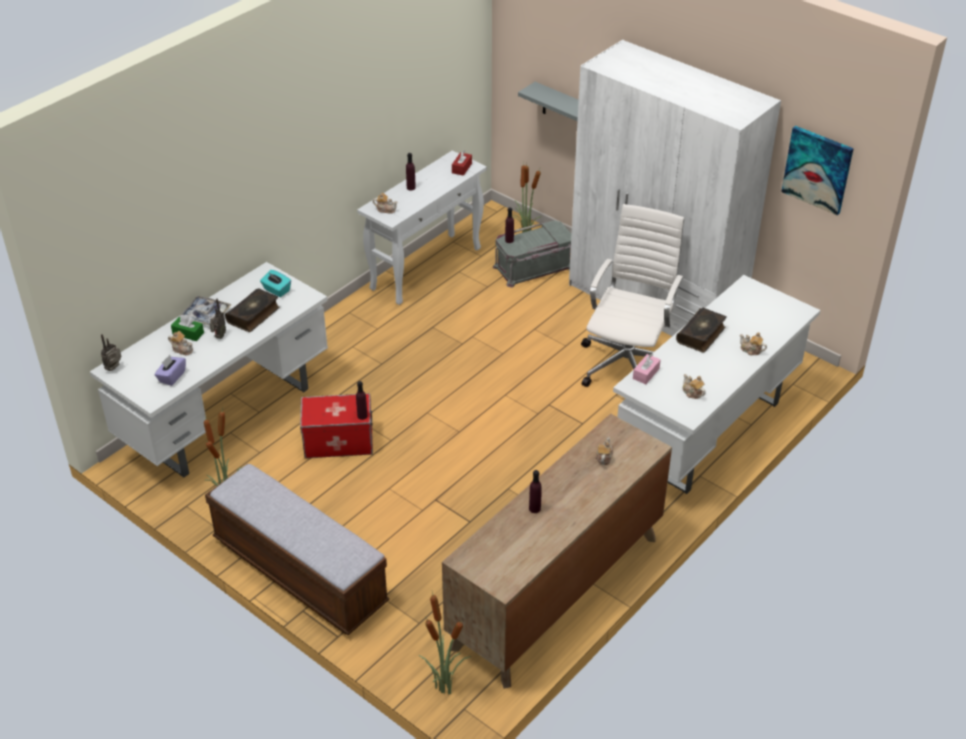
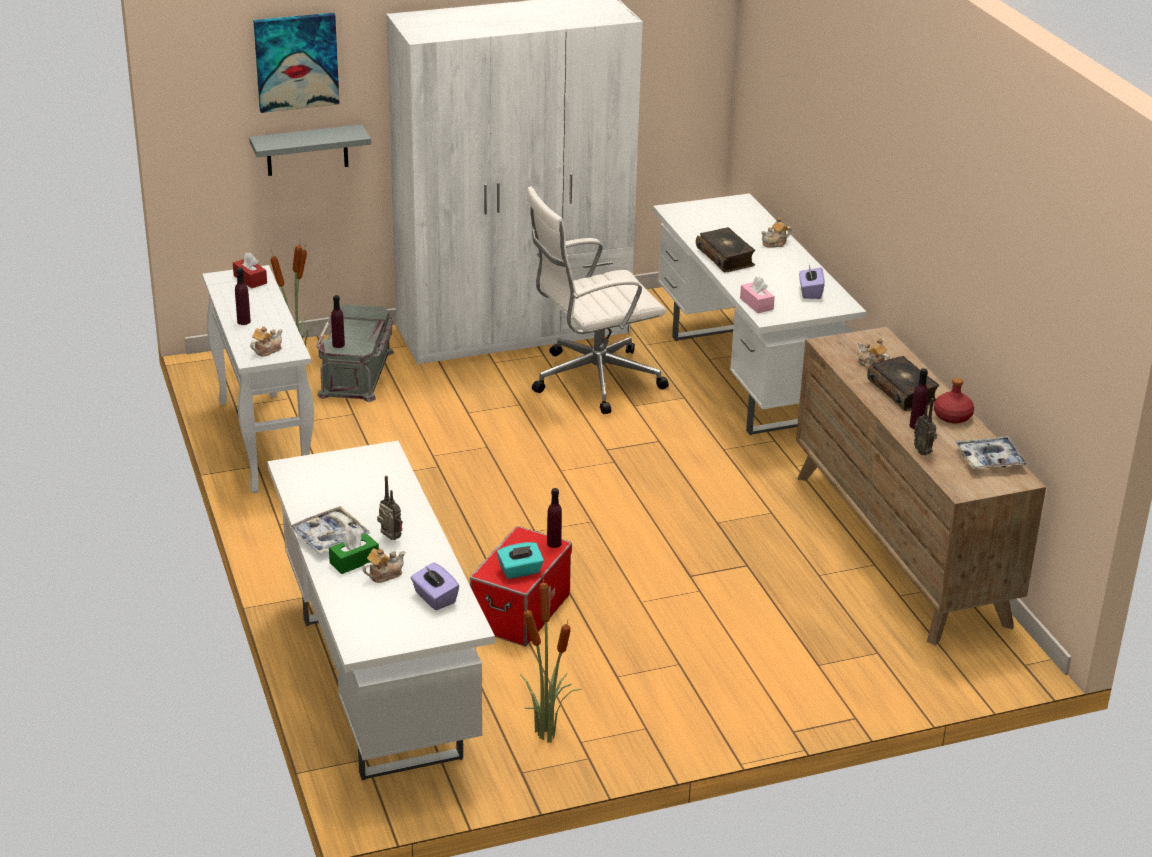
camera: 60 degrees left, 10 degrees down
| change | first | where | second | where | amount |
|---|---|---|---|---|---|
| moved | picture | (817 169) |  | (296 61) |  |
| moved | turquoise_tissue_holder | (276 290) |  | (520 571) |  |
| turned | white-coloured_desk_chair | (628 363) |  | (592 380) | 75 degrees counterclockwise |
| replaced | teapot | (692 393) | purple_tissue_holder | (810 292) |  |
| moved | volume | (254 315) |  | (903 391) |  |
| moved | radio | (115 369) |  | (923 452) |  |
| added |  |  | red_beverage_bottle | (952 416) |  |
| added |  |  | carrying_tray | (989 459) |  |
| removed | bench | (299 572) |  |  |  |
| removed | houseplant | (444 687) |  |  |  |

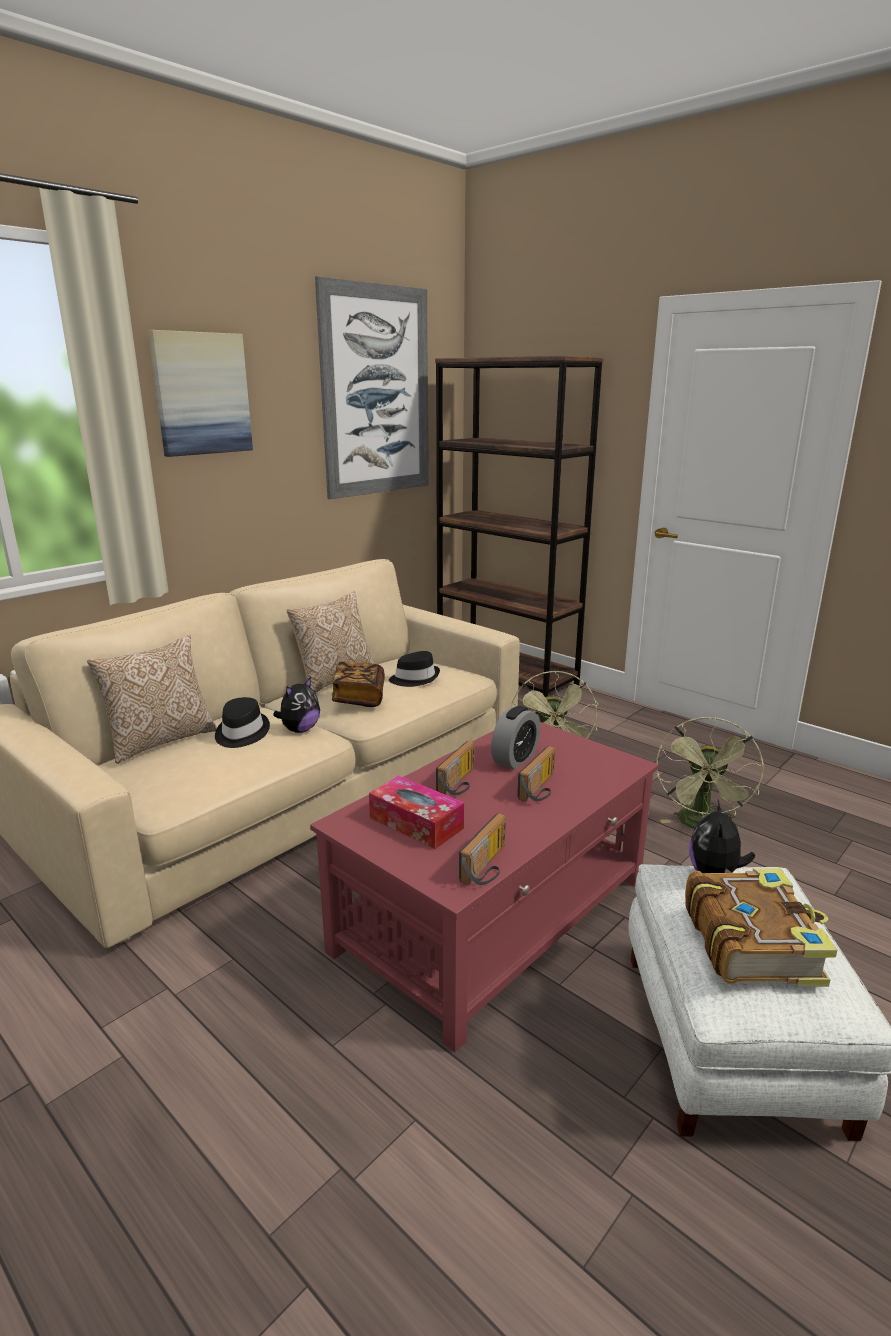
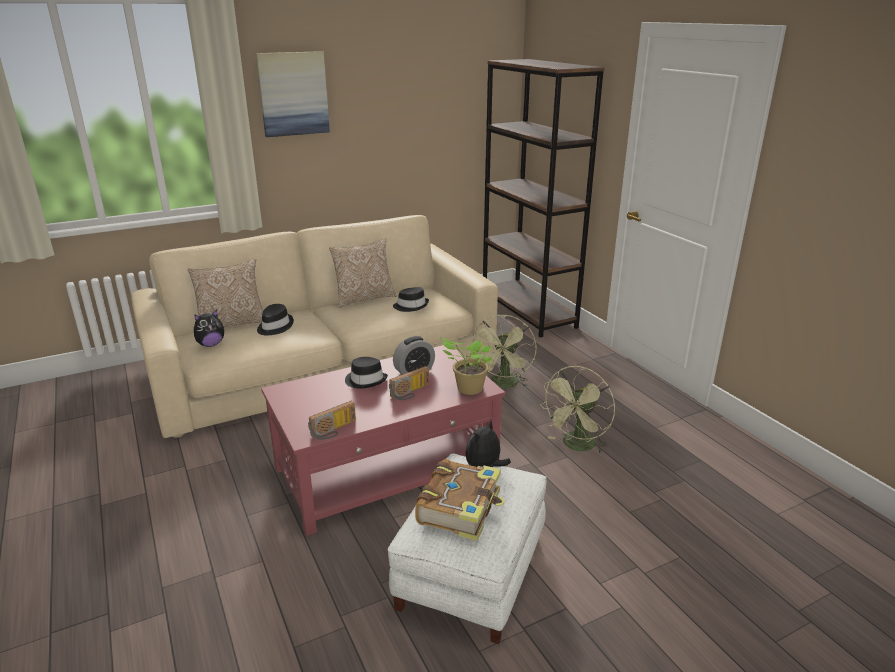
camera: 20 degrees right, 5 degrees up
| change | first | where | second | where | amount |
|---|---|---|---|---|---|
| moved | cuddly_toy | (299 730) |  | (211 344) |  |
| replaced | radio | (460 783) | black_clothing_hat | (366 380) |  |
| added |  |  | houseplant | (468 389) |  |
| removed | picture | (376 392) |  |  |  |
| removed | volume | (359 697) |  |  |  |
| removed | tissue_holder | (416 823) |  |  |  |

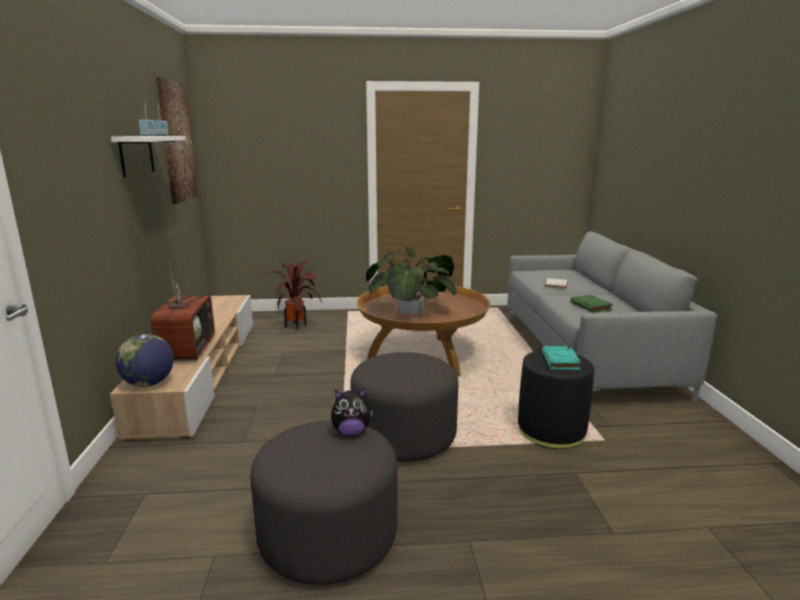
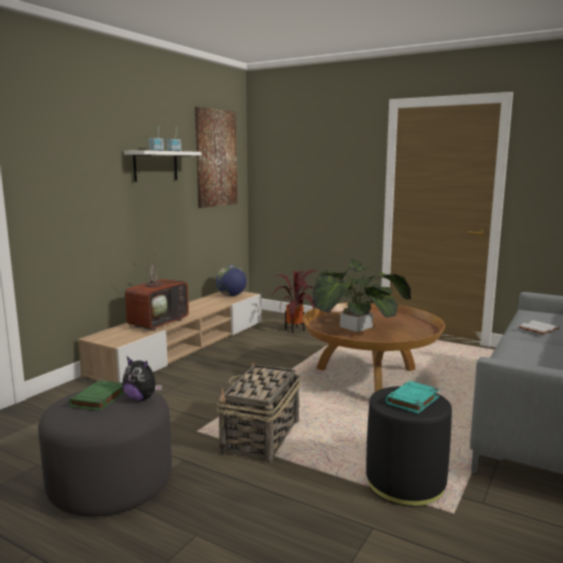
camera: 35 degrees right, 5 degrees down
| change | first | where | second | where | amount |
|---|---|---|---|---|---|
| moved | greenish_volume | (591 306) |  | (99 399) |  |
| moved | world_globe | (149 384) |  | (231 295) |  |
| replaced | gray_ottoman | (404 436) | storage_basket | (260 437) |  |

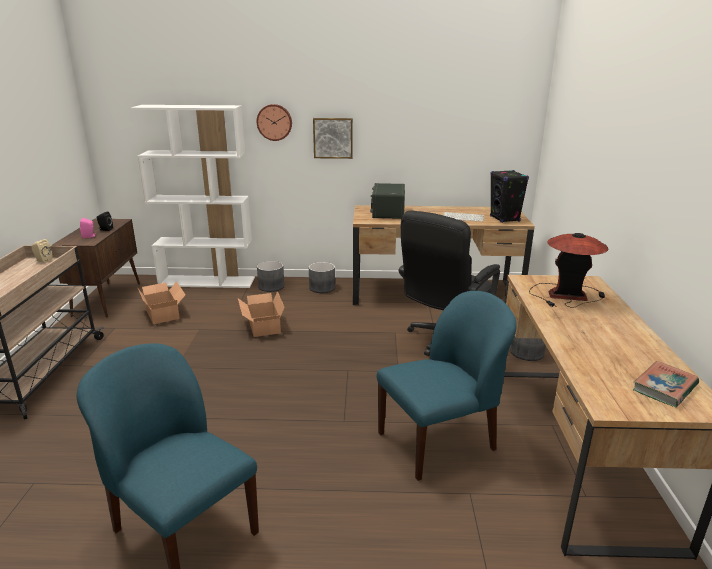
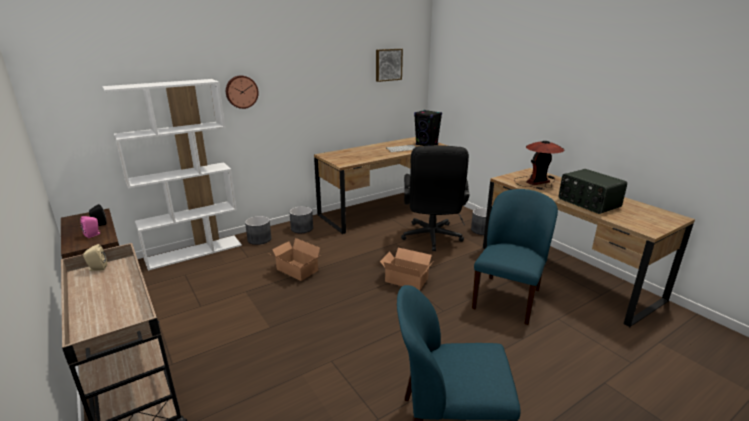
camera: 35 degrees left, 0 degrees up
| change | first | where | second | where | amount |
|---|---|---|---|---|---|
| moved | picture | (333 138) |  | (388 64) |  |
| moved | carton | (164 313) |  | (406 279) |  |
| moved | radio | (387 212) |  | (588 203) |  |
| removed | volume | (664 387) |  |  |  |

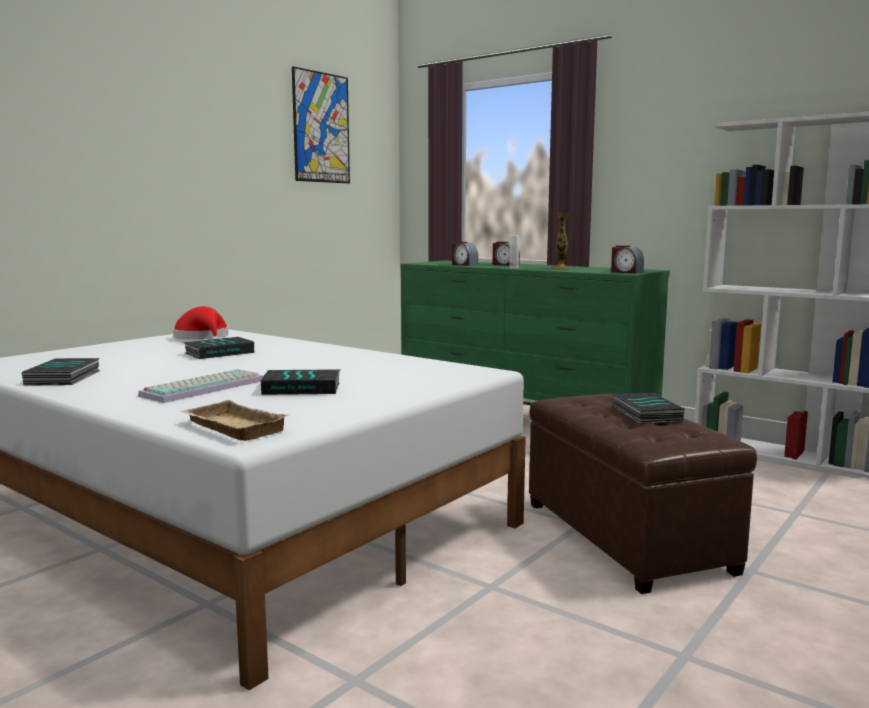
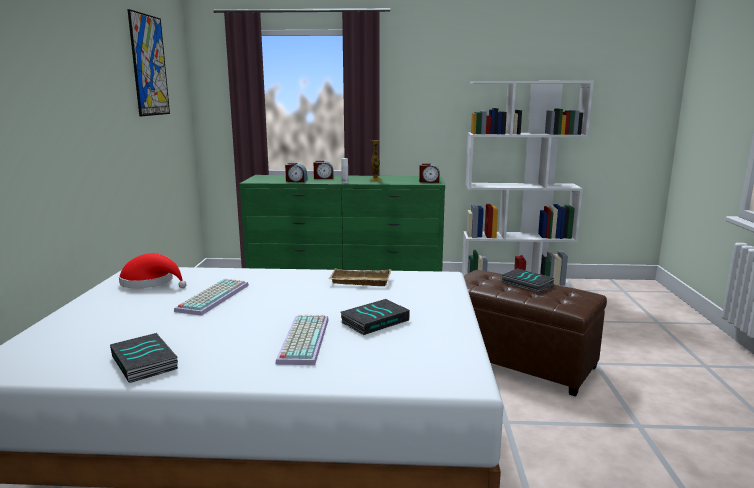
camera: 35 degrees left, 5 degrees up
| change | first | where | second | where | amount |
|---|---|---|---|---|---|
| replaced | volume | (220 353) | keyboard | (212 297) |  |
| moved | sand-coloured_carrying_tray | (231 428) |  | (359 282) |  |

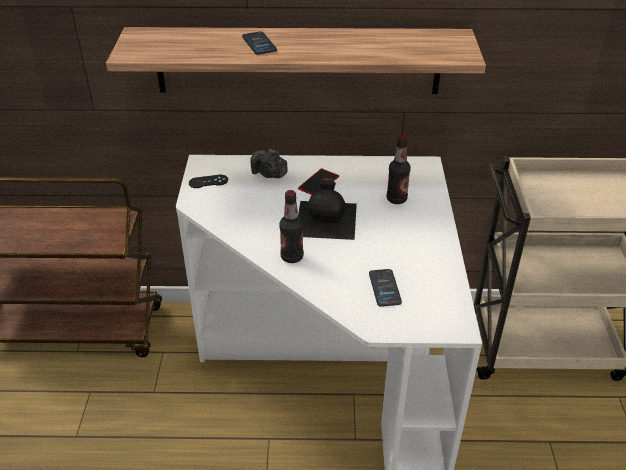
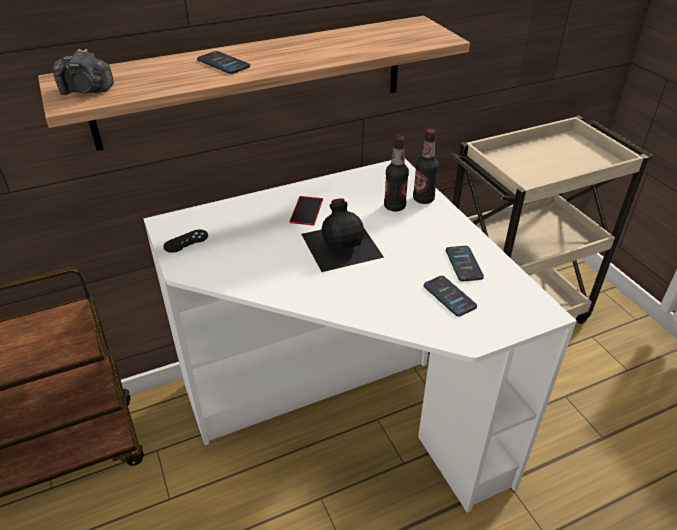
camera: 25 degrees left, 0 degrees up
| change | first | where | second | where | amount |
|---|---|---|---|---|---|
| moved | photo_camera | (269 174) |  | (87 90) |  |
| moved | beverage_bottle | (292 257) |  | (423 199) |  |
| added |  |  | telephone | (463 264) |  |

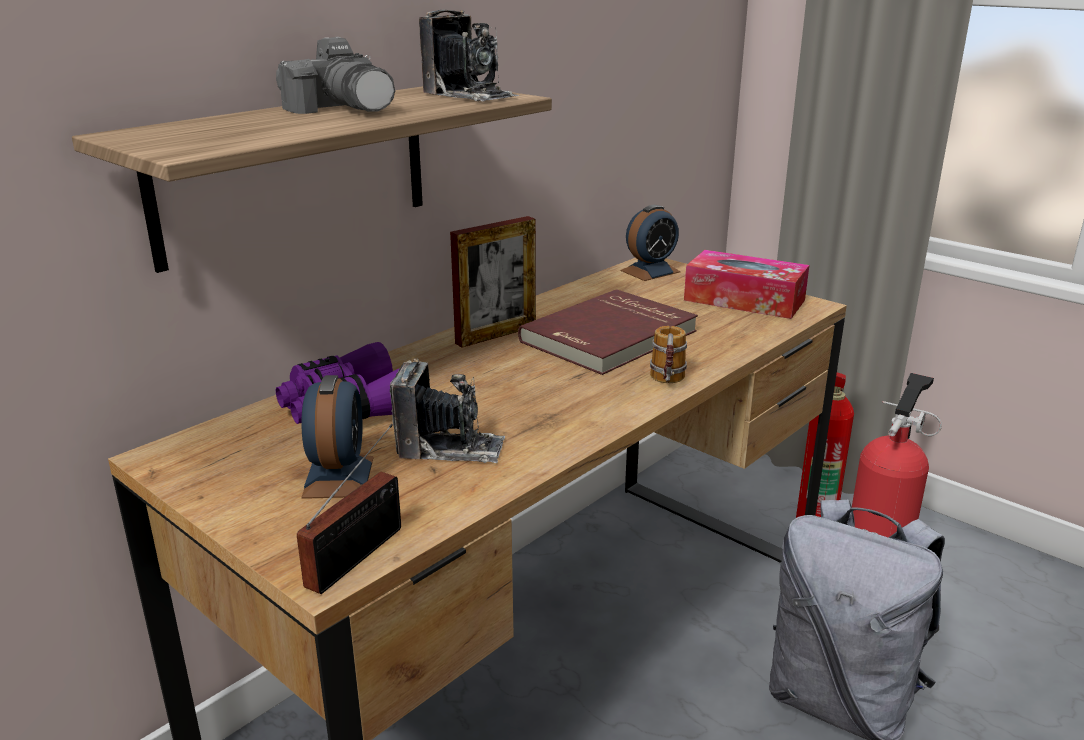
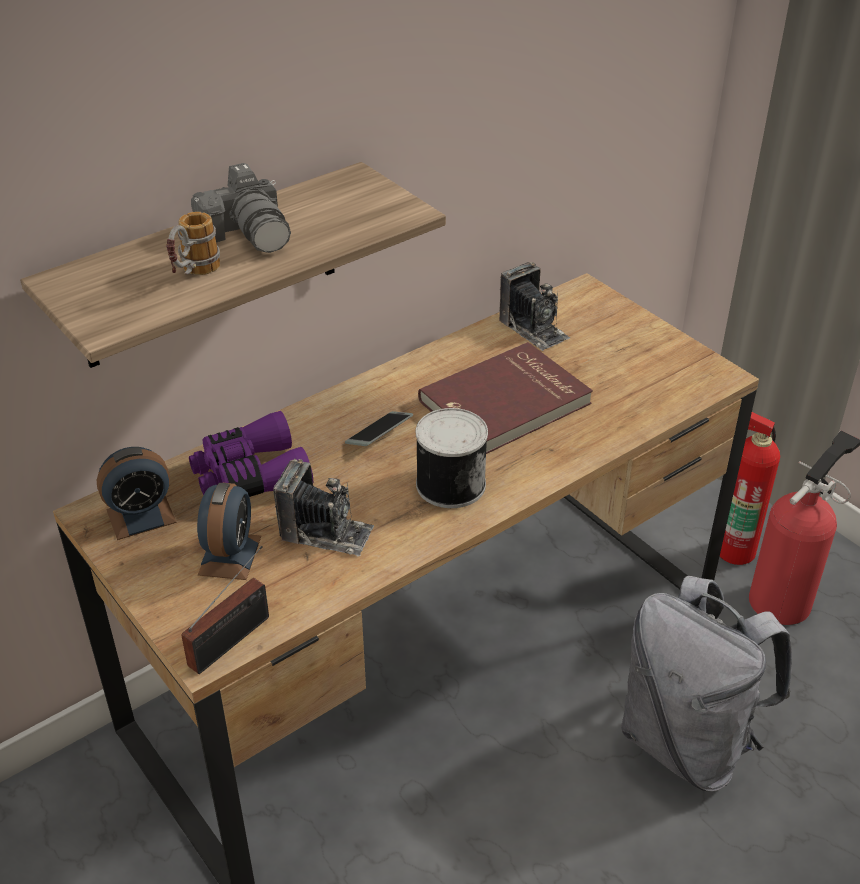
camera: 10 degrees right, 15 degrees up
| change | first | where | second | where | amount |
|---|---|---|---|---|---|
| moved | alarm_clock | (650 271) |  | (141 516) |  |
| moved | mug | (667 383) |  | (193 274) |  |
| added |  |  | telephone | (379 434) |  |
| added |  |  | metal_can | (449 483) |  |
| moved | photo_camera | (469 95) |  | (533 329) |  |
| removed | picture_frame | (496 335) |  |  |  |
| removed | tissue_holder | (744 300) |  |  |  |

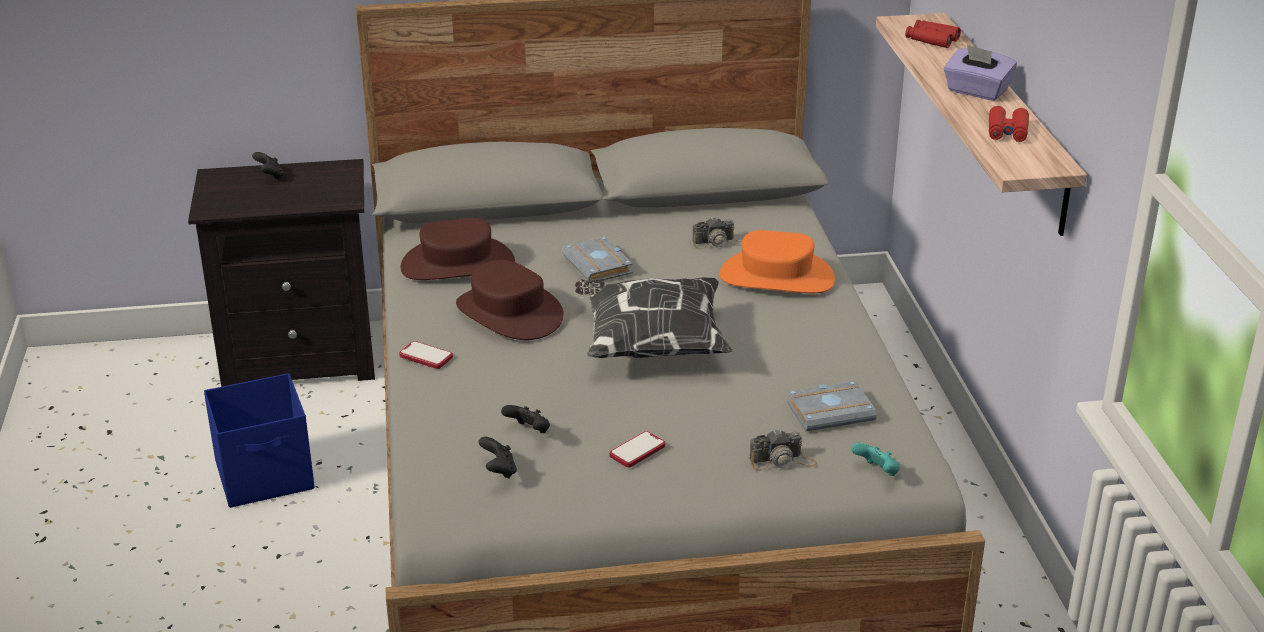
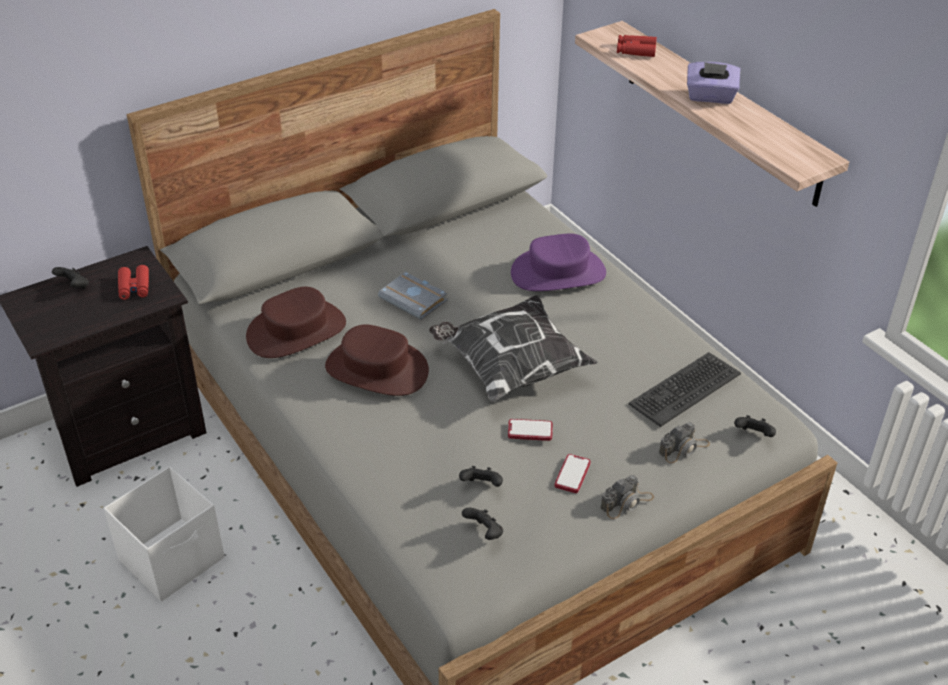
camera: 25 degrees left, 10 degrees up
| change | first | where | second | where | amount |
|---|---|---|---|---|---|
| recoloured | bluish_storage_box | (266 476) | white-coloured_storage_box | (173 559) |  |
| moved | red_pair_of_binoculars | (1007 131) |  | (134 287) |  |
| moved | telephone | (426 356) |  | (530 431) |  |
| recoloured | orange-coloured_clothing_hat | (776 277) | purple_clothing_hat | (558 273) |  |
| moved | photo_camera | (718 243) |  | (627 502) |  |
| replaced | gray_volume | (831 411) | keyboard | (684 389) |  |
| recoloured | turquoise_gamepad | (876 472) | black_gamepad | (753 435) |  |

